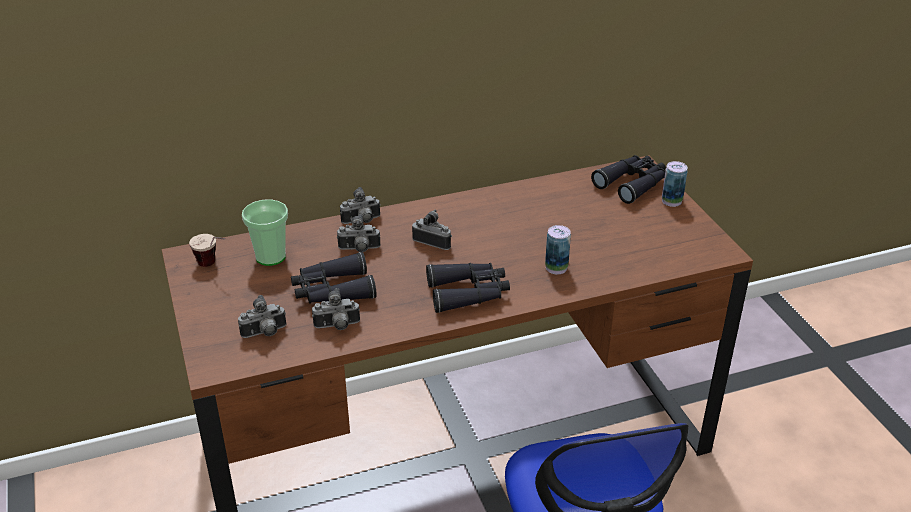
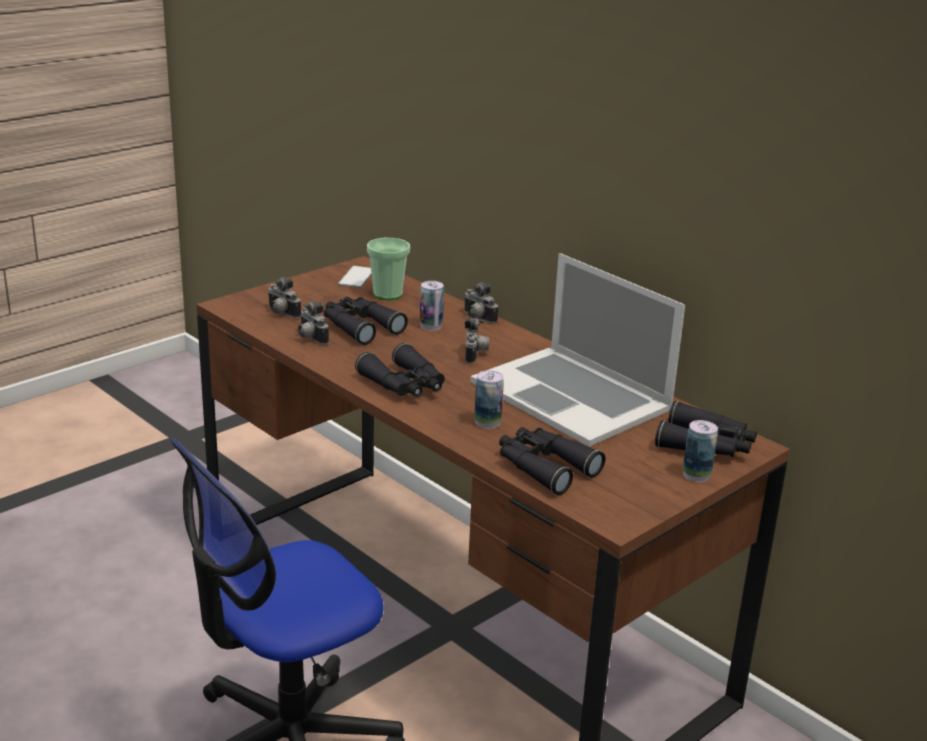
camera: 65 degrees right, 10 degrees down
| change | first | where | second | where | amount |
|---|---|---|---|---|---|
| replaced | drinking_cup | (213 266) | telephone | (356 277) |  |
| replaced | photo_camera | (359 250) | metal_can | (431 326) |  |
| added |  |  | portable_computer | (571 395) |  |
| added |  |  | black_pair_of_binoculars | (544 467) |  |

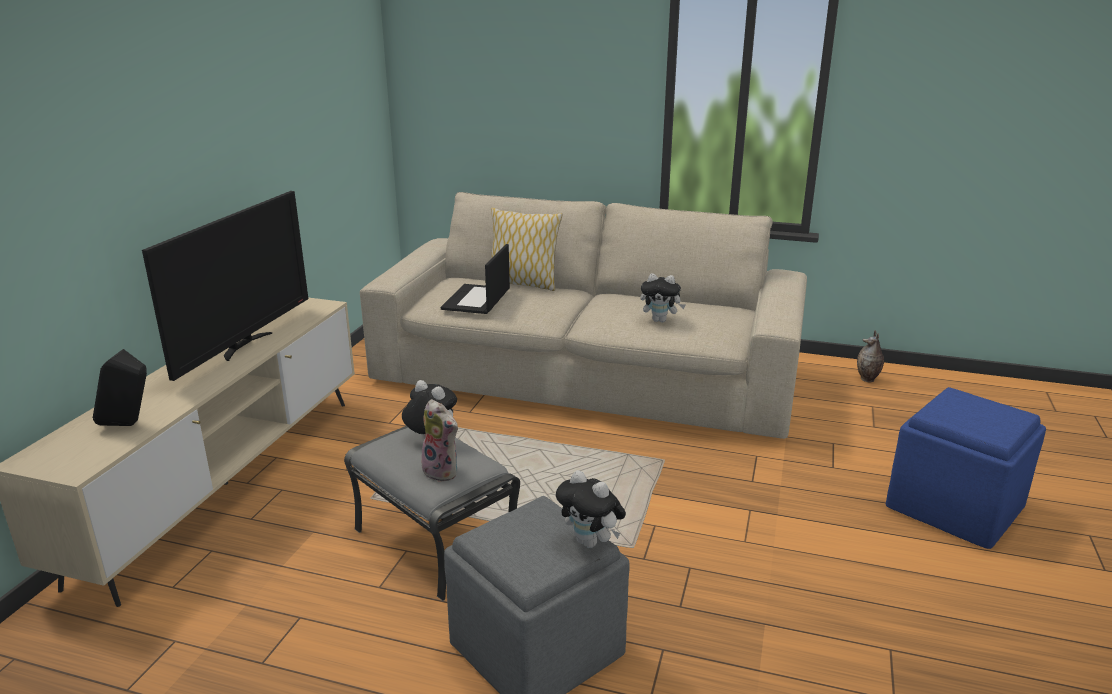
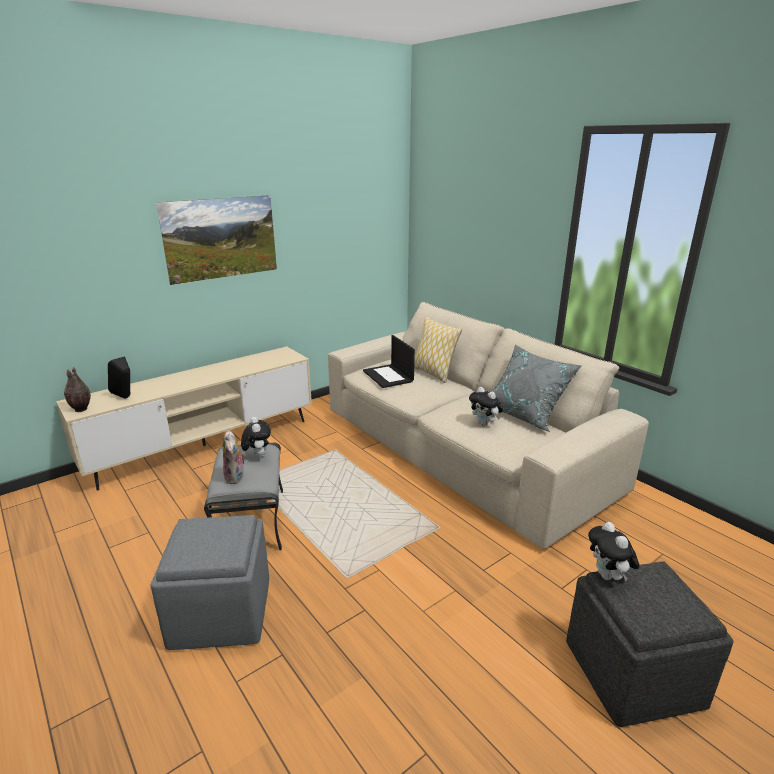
camera: 35 degrees right, 0 degrees up
| change | first | where | second | where | amount |
|---|---|---|---|---|---|
| moved | decorative_vase | (868 379) |  | (80 410) |  |
| added |  |  | picture | (224 258) |  |
| turned | portable_computer | (477 300) |  | (388 376) | 75 degrees counterclockwise |
| added |  |  | gray_throw_pillow | (525 414) |  |
| recoloured | bluish_ottoman | (956 507) | gray_ottoman | (634 674) |  |
| moved | cuddly_toy | (591 542) |  | (608 576) |  |
| removed | TV_set | (244 345) |  |  |  |

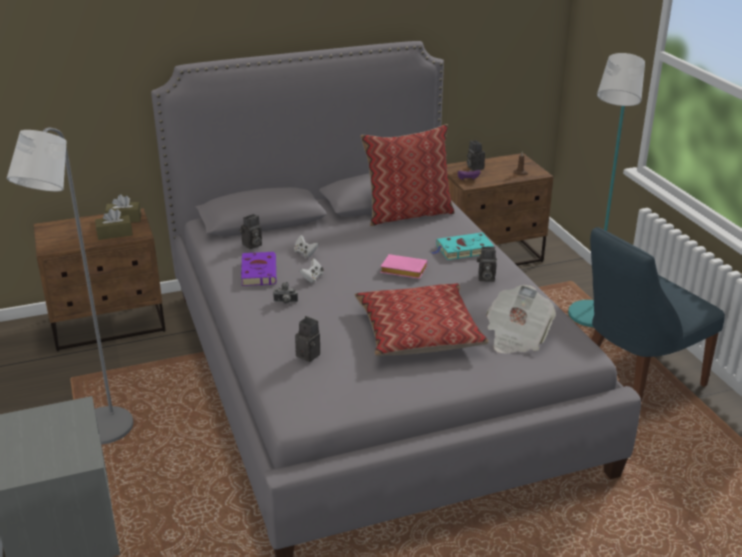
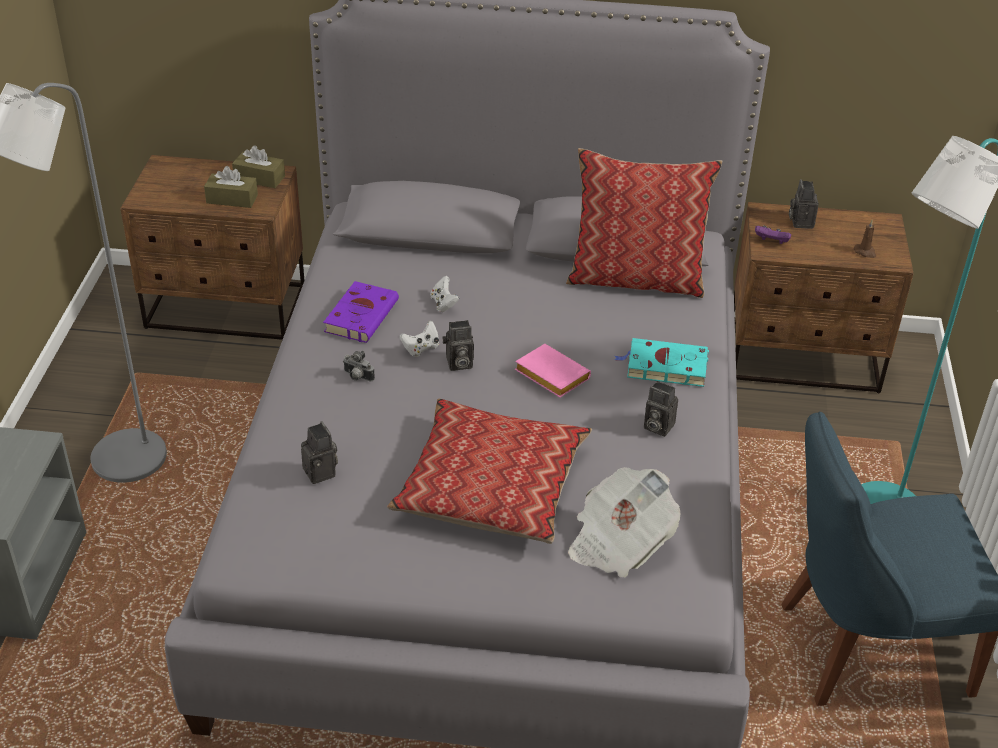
camera: 25 degrees right, 10 degrees up
| change | first | where | second | where | amount |
|---|---|---|---|---|---|
| moved | photo_camera | (252 245) |  | (458 364) |  |

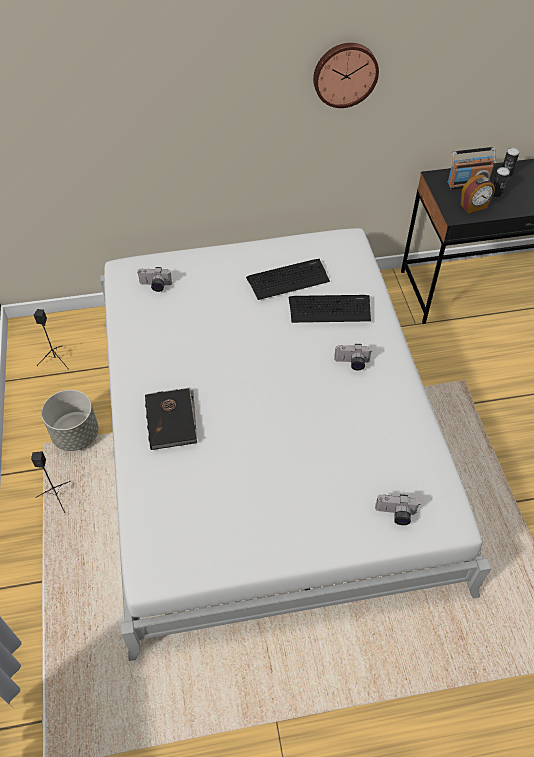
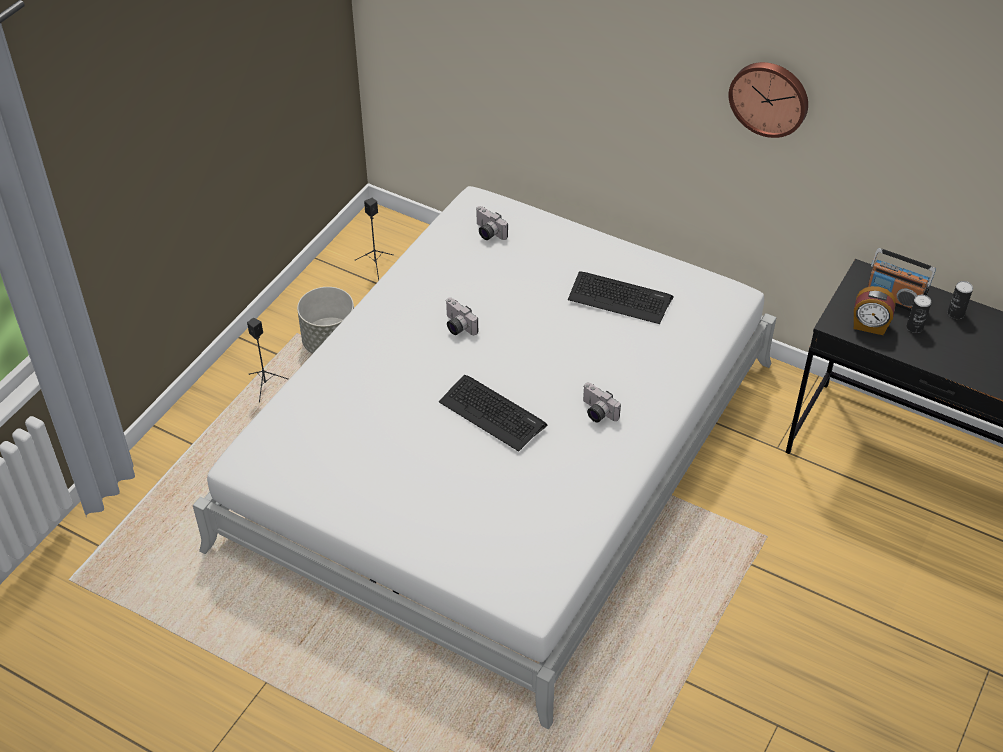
camera: 40 degrees right, 5 degrees down
| change | first | where | second | where | amount |
|---|---|---|---|---|---|
| moved | keyboard | (330 309) |  | (492 413) |  |
| moved | photo_camera | (395 515) |  | (457 326) |  |
| removed | black_volume | (172 420) |  |  |  |

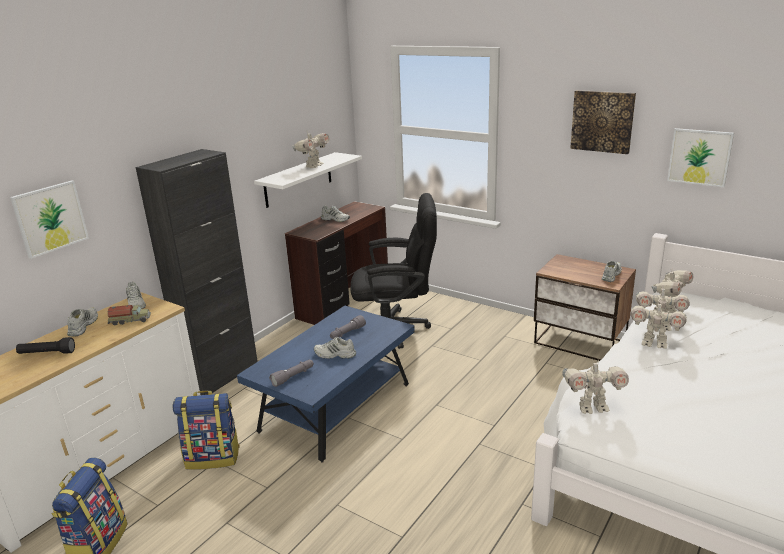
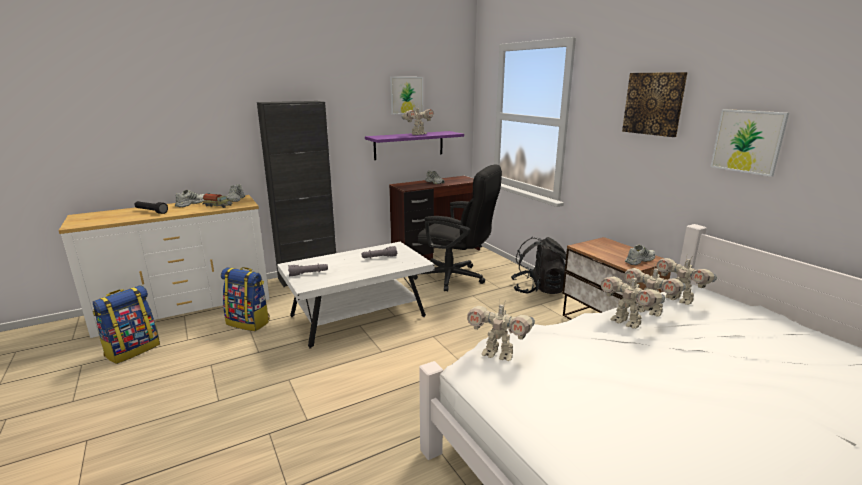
camera: 25 degrees right, 5 degrees down
| change | first | where | second | where | amount |
|---|---|---|---|---|---|
| recoloured | bluish_lounge_table | (336 407) | white-coloured_lounge_table | (358 316) |  |
| recoloured | white-coloured_wall_shelf | (298 179) | purple_wall_shelf | (409 145) |  |
| moved | picture | (50 218) |  | (406 95) |  |
| added |  |  | black_backpack | (538 289) |  |
| turned | toy_robot | (669 308) |  | (679 299) | 75 degrees clockwise |
| removed | white-coloured_shoe | (334 355) |  |  |  |

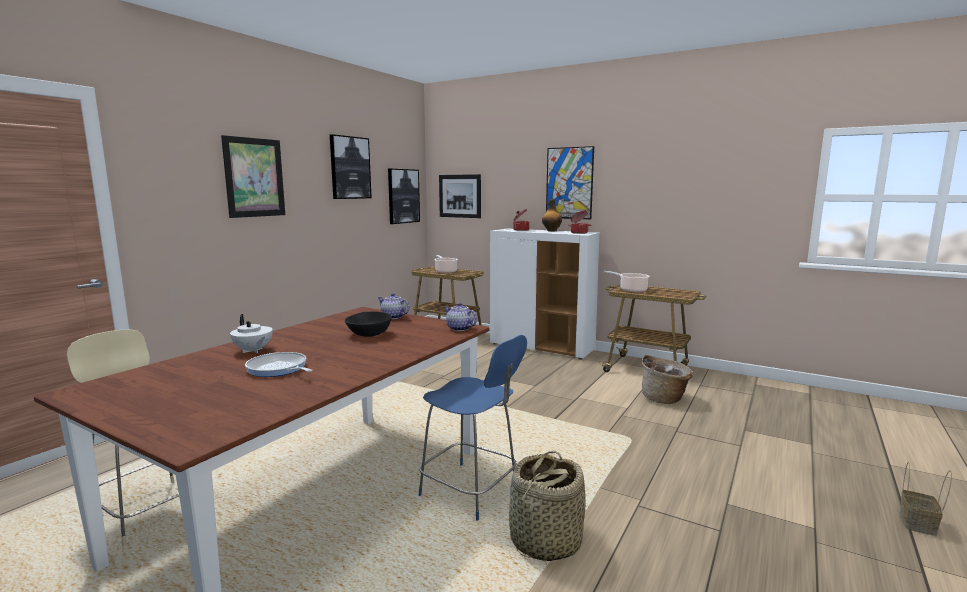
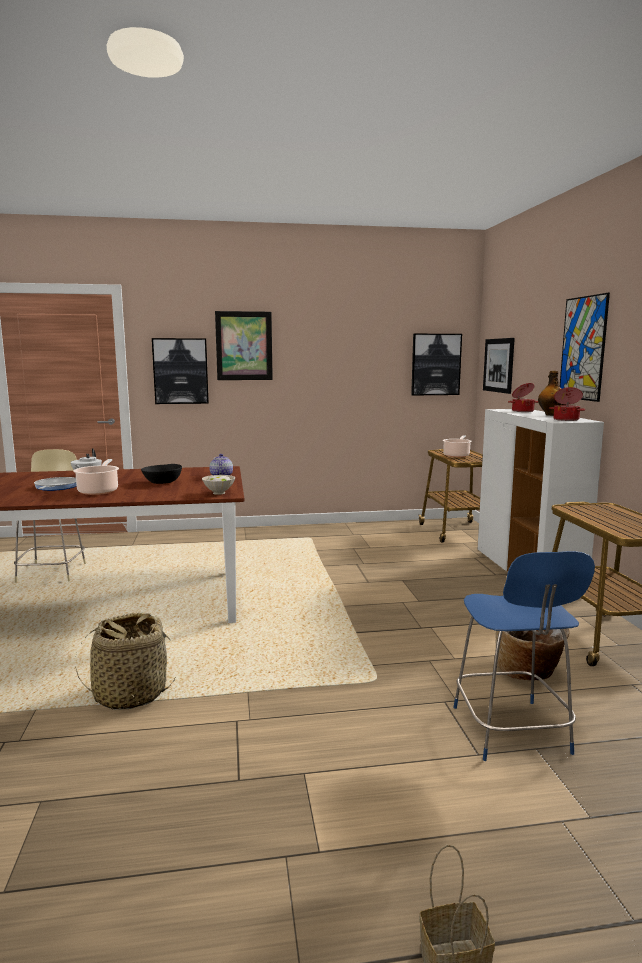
camera: 50 degrees right, 0 degrees up
| change | first | where | second | where | amount |
|---|---|---|---|---|---|
| moved | cooking_pot | (631 290) |  | (99 491) |  |
| moved | picture | (350 168) |  | (180 371) |  |
| replaced | teapot | (459 329) | white-coloured_deep_dish | (218 493) |  |
| moved | bluish_upright_chair | (471 492) |  | (511 732) |  |

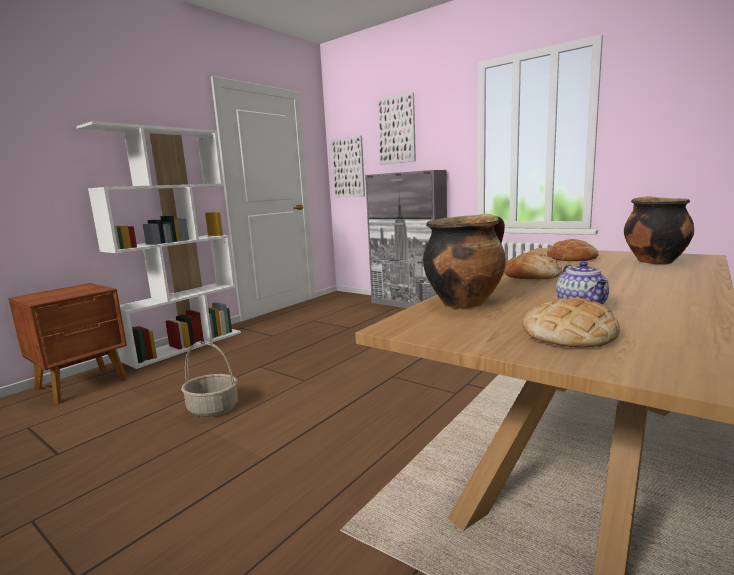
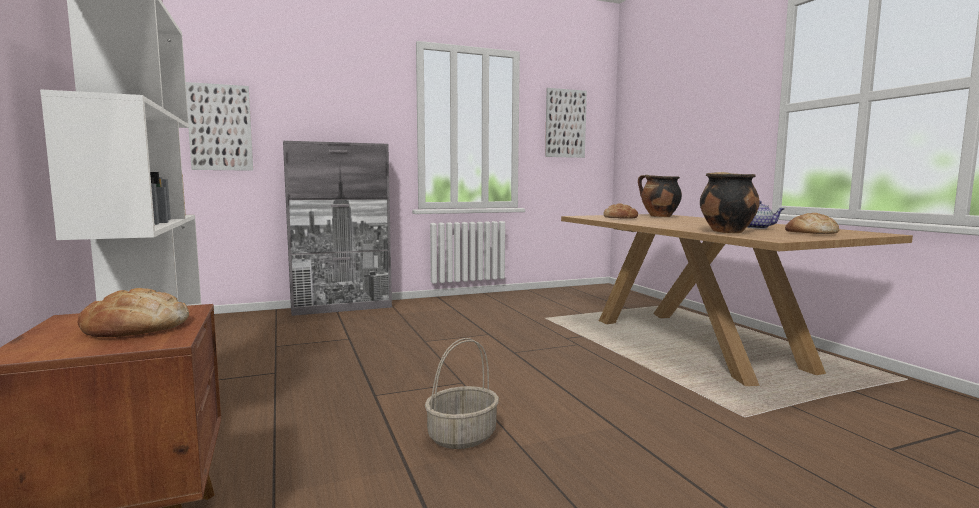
camera: 60 degrees left, 5 degrees down
| change | first | where | second | where | amount |
|---|---|---|---|---|---|
| moved | bakery_bread | (531 275) |  | (136 326) |  |
| moved | picture | (396 130) |  | (565 123) |  |

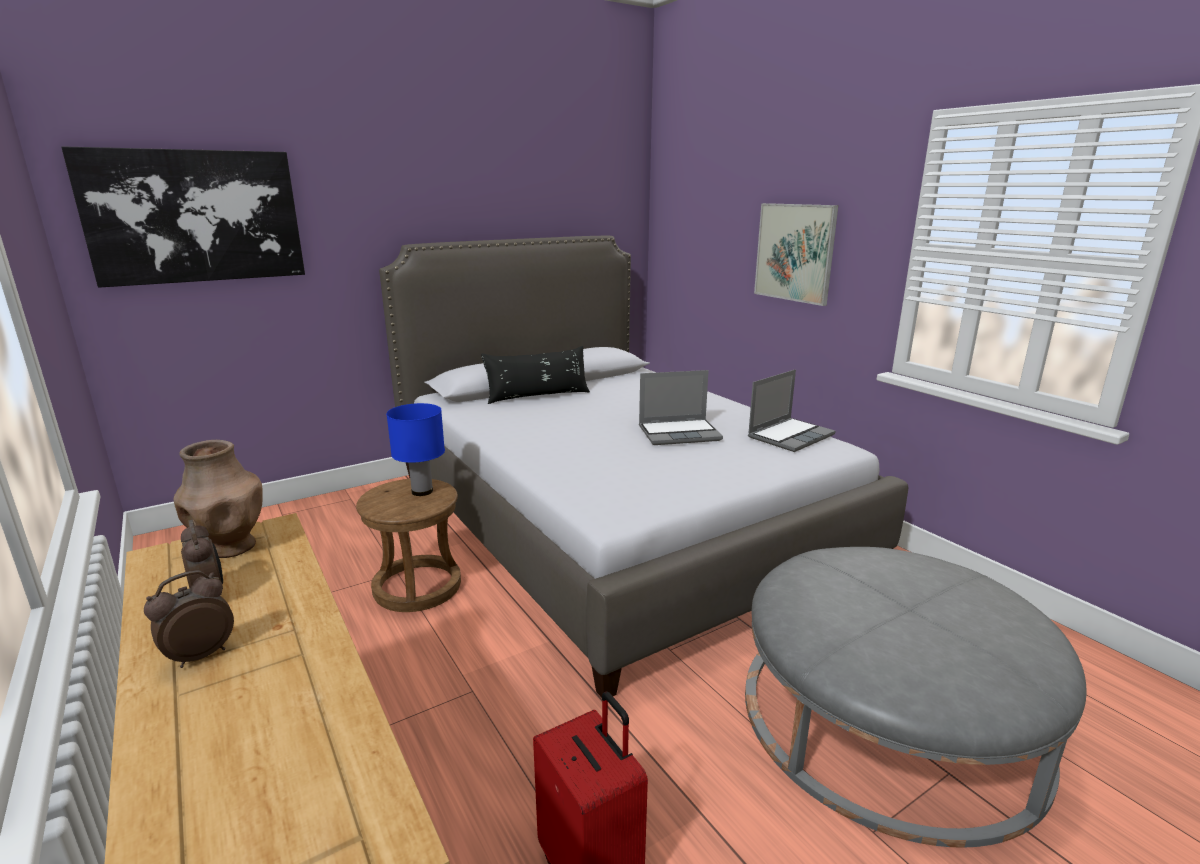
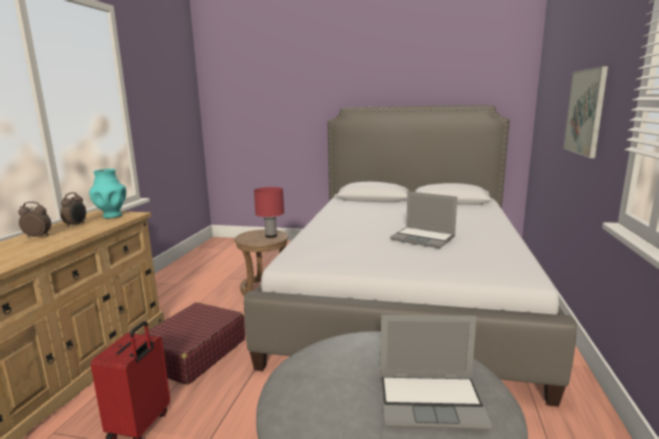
camera: 45 degrees right, 5 degrees down
| change | first | where | second | where | amount |
|---|---|---|---|---|---|
| recoloured | brown_decorative_vase | (231 548) | turquoise_decorative_vase | (112 216) |  |
| added |  |  | red_suitcase | (193 353) |  |
| recoloured | bluish_lamp_for_a_table | (423 491) | red_lamp_for_a_table | (271 236) |  |
| moved | portable_computer | (790 436) |  | (432 401) |  |
| removed | picture | (195 216) |  |  |  |
| removed | black_throw_pillow | (537 396) |  |  |  |

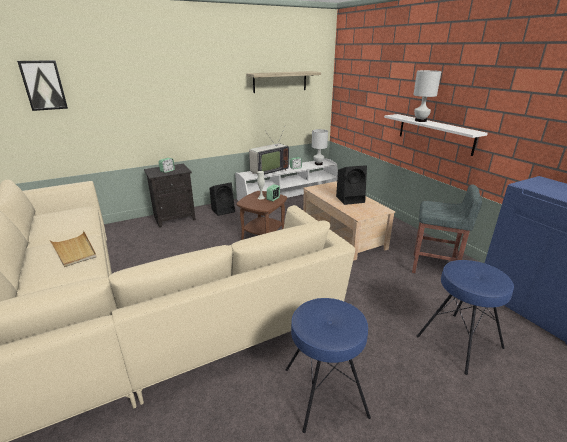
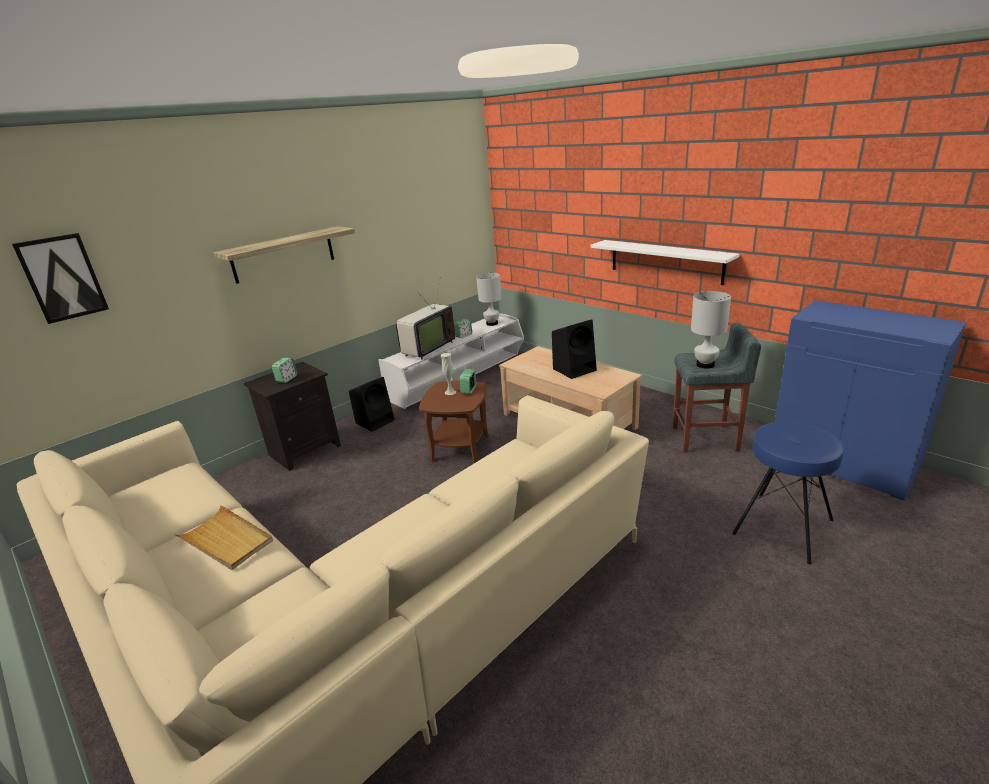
camera: 15 degrees left, 0 degrees up
| change | first | where | second | where | amount |
|---|---|---|---|---|---|
| moved | wall_shelf | (280 81) |  | (283 254) |  |
| moved | white-coloured_lamp_for_a_table | (420 120) |  | (705 364) |  |
| removed | bluish_stool | (324 392) |  |  |  |

